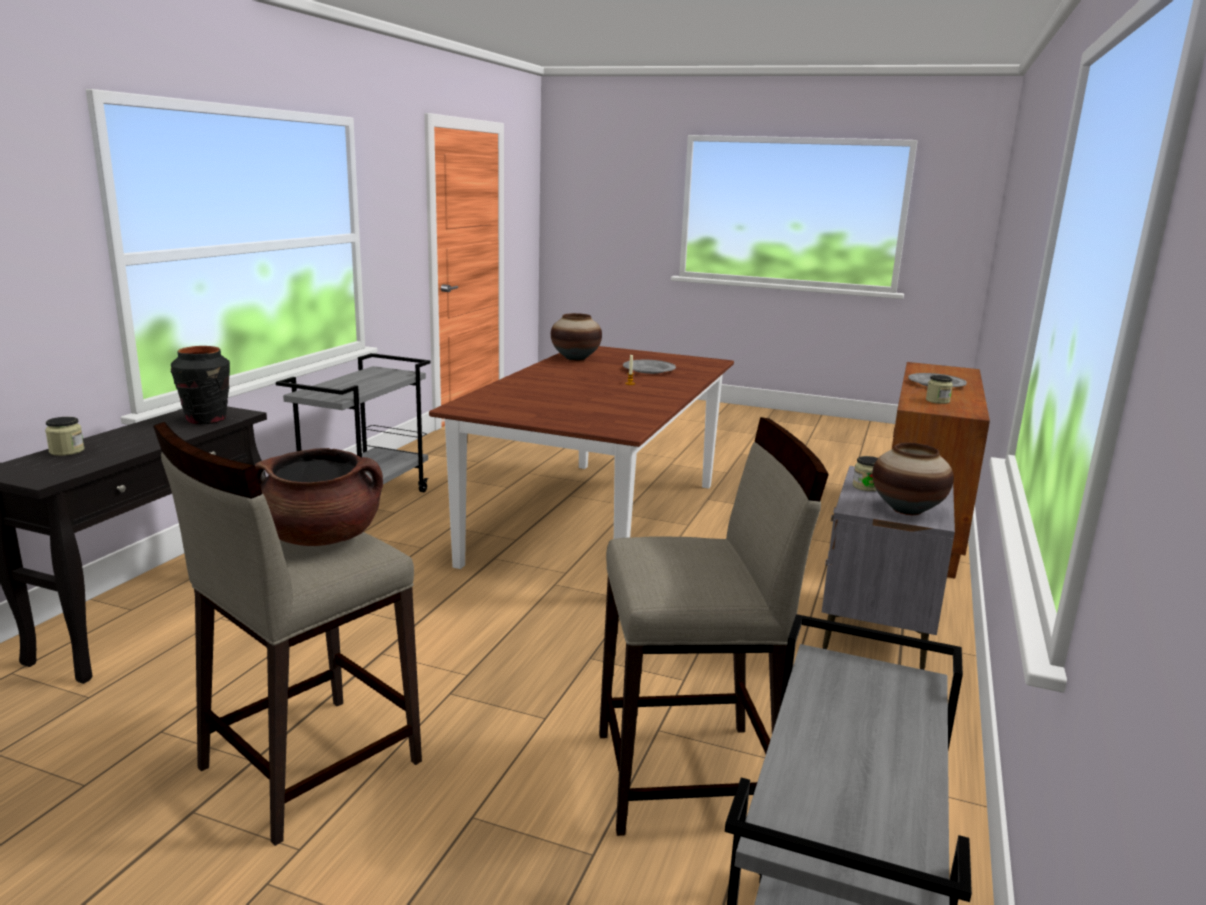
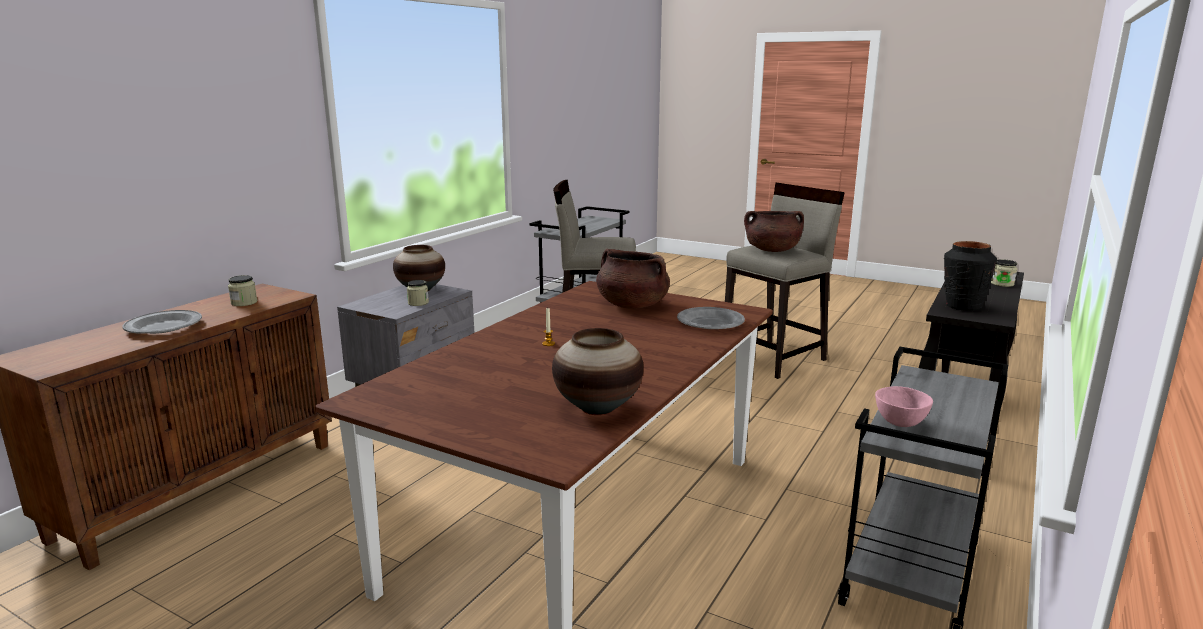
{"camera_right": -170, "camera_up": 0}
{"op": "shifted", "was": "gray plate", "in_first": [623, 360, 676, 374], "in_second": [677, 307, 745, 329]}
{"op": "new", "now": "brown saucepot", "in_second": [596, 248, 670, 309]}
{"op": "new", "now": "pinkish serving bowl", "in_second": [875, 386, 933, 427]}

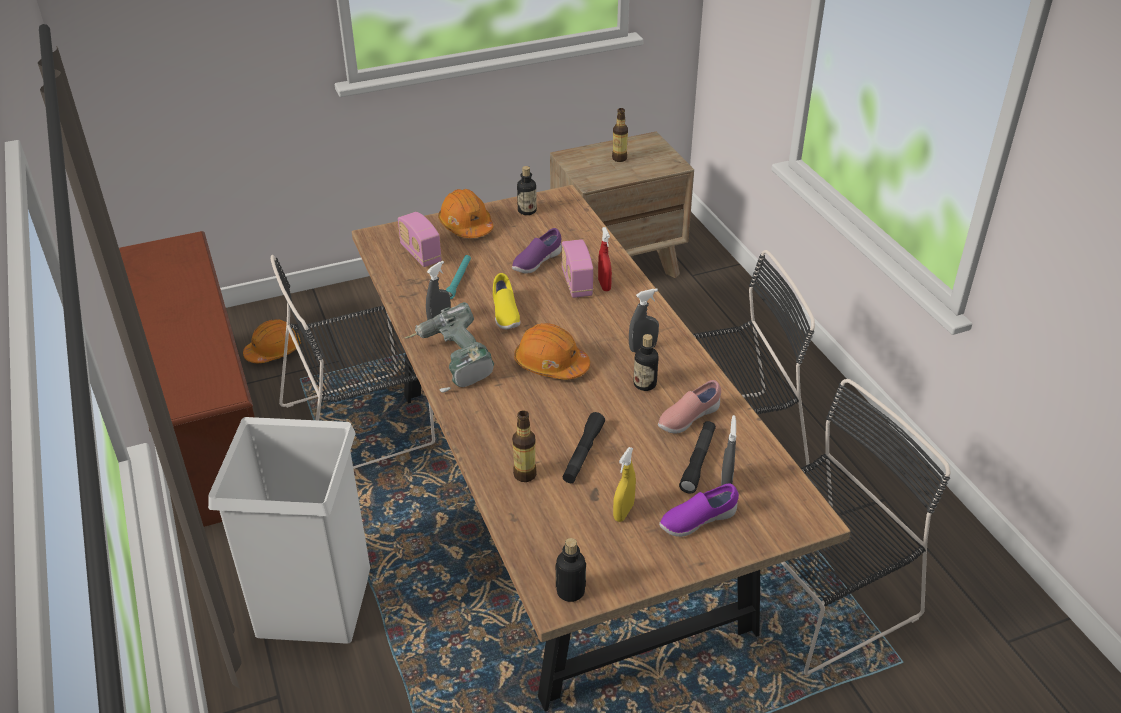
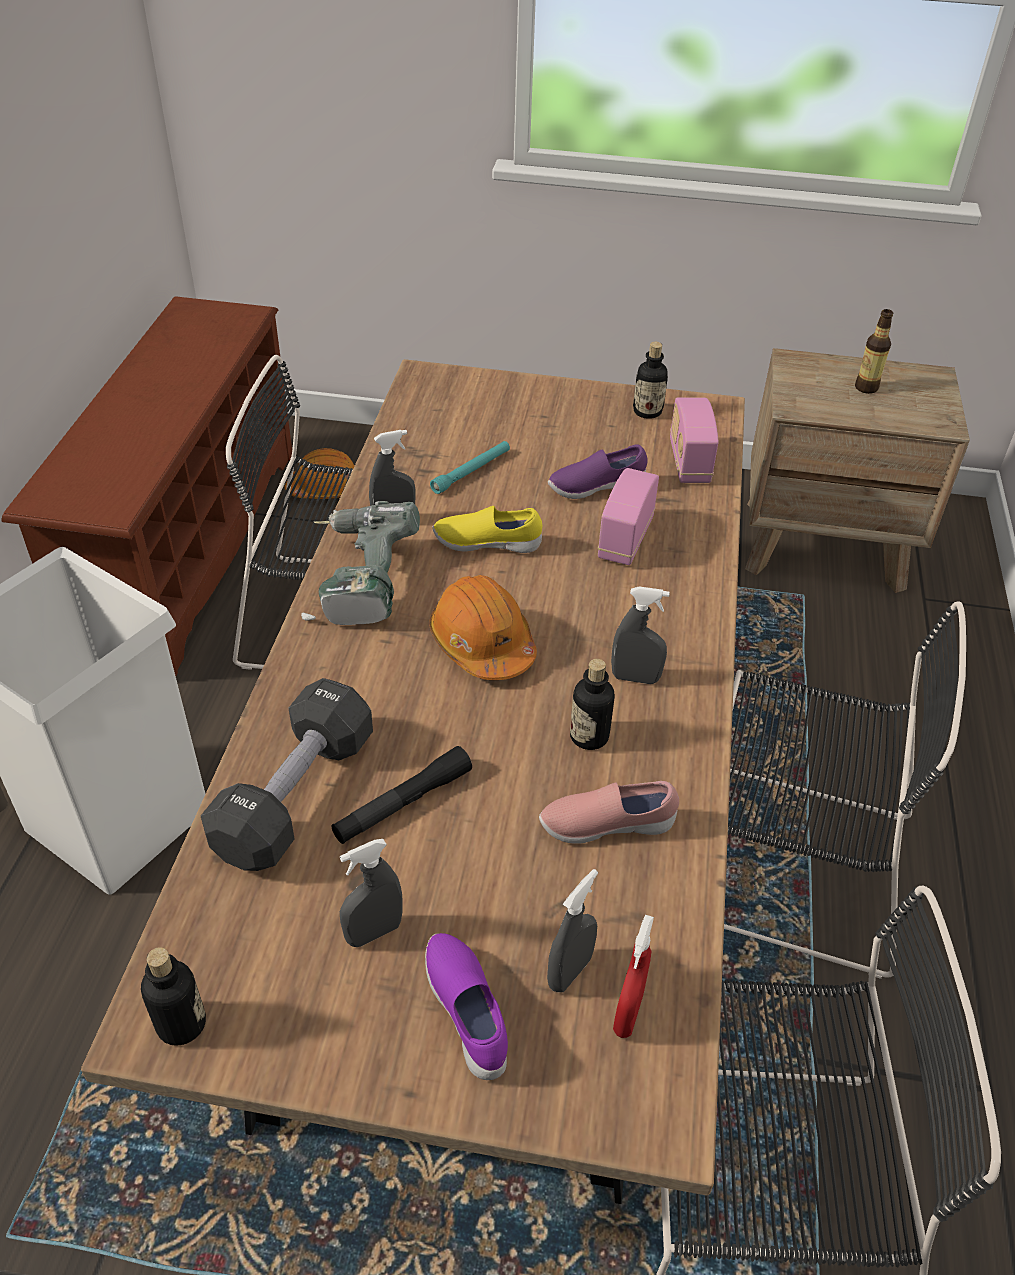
{"camera_right": 30, "camera_up": 5}
{"op": "shifted", "was": "radio", "in_first": [398, 212, 441, 267], "in_second": [670, 397, 718, 483]}
{"op": "gone", "was": "orangey hard hat", "in_first": [438, 189, 494, 238]}
{"op": "rotated", "was": "yellow-coloured item of footwear", "in_first": [493, 273, 521, 329], "in_second": [432, 506, 542, 553], "clockwise": 75}
{"op": "swapped", "was": "beverage bottle", "now": "blackish dumbbell", "in_first": [512, 411, 537, 482], "in_second": [201, 678, 373, 871]}
{"op": "shifted", "was": "red spray bottle", "in_first": [598, 227, 612, 291], "in_second": [613, 915, 654, 1038]}
{"op": "repainted", "was": "yellow-coloured spray bottle", "now": "gray spray bottle", "in_first": [613, 447, 636, 522], "in_second": [340, 839, 402, 947]}
{"op": "rotated", "was": "purplish item of footwear", "in_first": [659, 483, 739, 537], "in_second": [425, 933, 508, 1080], "clockwise": 60}
{"op": "gone", "was": "blackish hand torch", "in_first": [679, 421, 716, 493]}

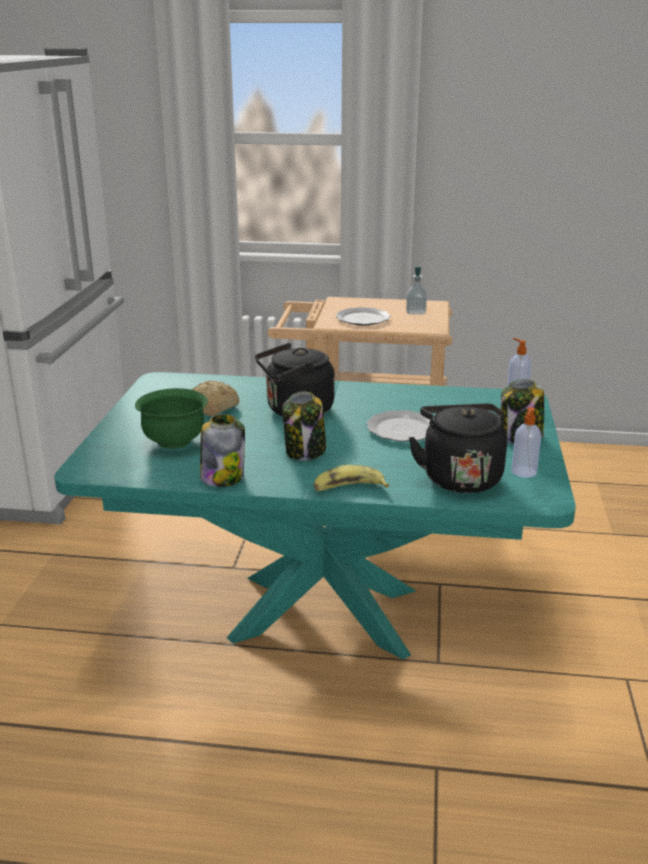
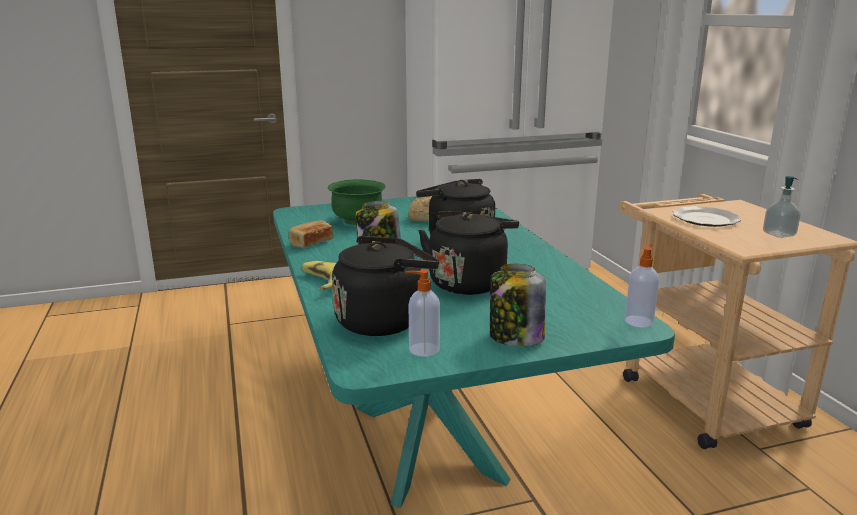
{"camera_right": 65, "camera_up": -5}
{"op": "swapped", "was": "storage jar", "now": "bread", "in_first": [200, 414, 245, 487], "in_second": [289, 221, 333, 248]}
{"op": "swapped", "was": "plate", "now": "blackish tea kettle", "in_first": [367, 410, 430, 442], "in_second": [419, 211, 519, 295]}

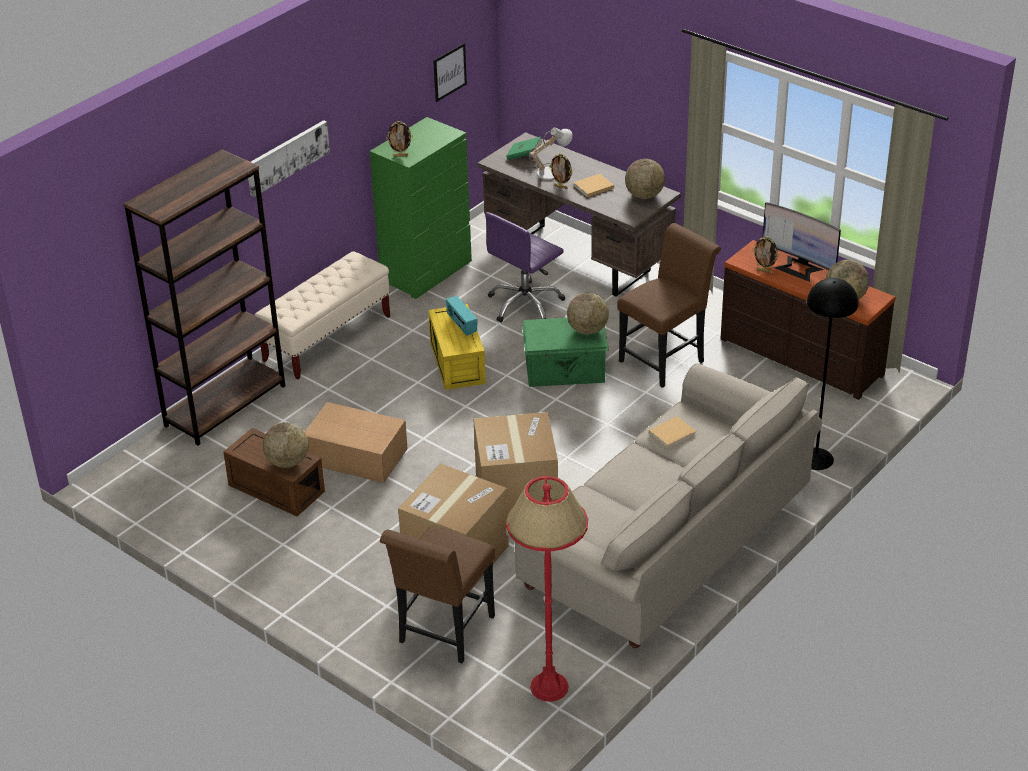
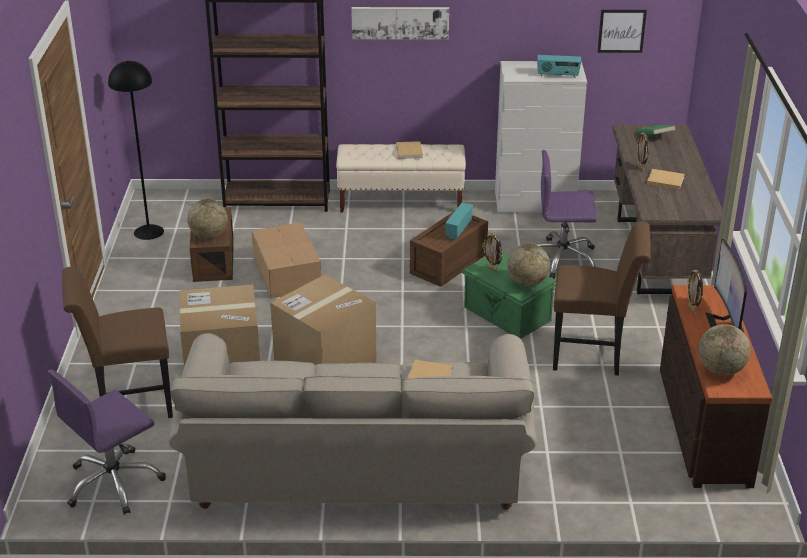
{"camera_right": 50, "camera_up": -5}
{"op": "repainted", "was": "greenish dresser", "now": "white dresser", "in_first": [369, 117, 472, 299], "in_second": [495, 61, 587, 213]}
{"op": "shifted", "was": "picture frame", "in_first": [386, 121, 413, 157], "in_second": [482, 234, 503, 272]}
{"op": "repainted", "was": "yellow-coloured storage container", "now": "brown storage container", "in_first": [428, 304, 486, 390], "in_second": [410, 212, 488, 287]}
{"op": "swapped", "was": "red floor lamp", "now": "purplish office chair", "in_first": [506, 476, 588, 702], "in_second": [48, 369, 166, 515]}
{"op": "gone", "was": "lamp for a table", "in_first": [526, 127, 573, 180]}
{"op": "gone", "was": "globe", "in_first": [625, 159, 665, 199]}
{"op": "shifted", "was": "blackish floor lamp", "in_first": [807, 278, 858, 470], "in_second": [108, 61, 164, 240]}
{"op": "new", "now": "beige-coloured bound book", "in_second": [396, 141, 423, 159]}
{"op": "new", "now": "radio", "in_second": [537, 55, 581, 78]}

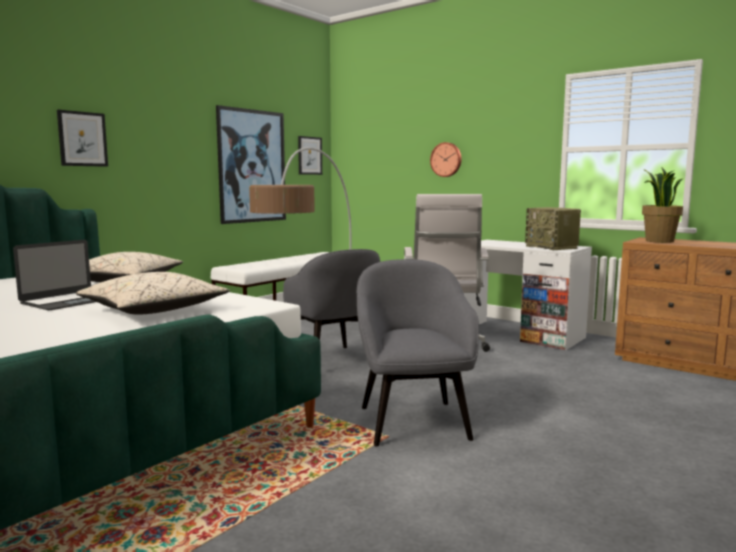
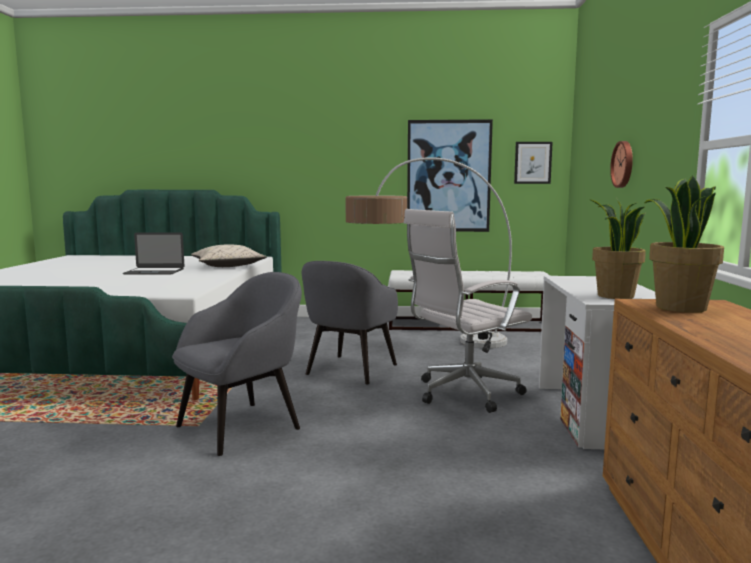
{"camera_right": 55, "camera_up": 0}
{"op": "gone", "was": "wall art", "in_first": [57, 110, 108, 167]}
{"op": "gone", "was": "beige-coloured pillow", "in_first": [76, 272, 230, 315]}
{"op": "swapped", "was": "radio", "now": "plant in a pot", "in_first": [525, 207, 581, 250], "in_second": [589, 197, 646, 299]}

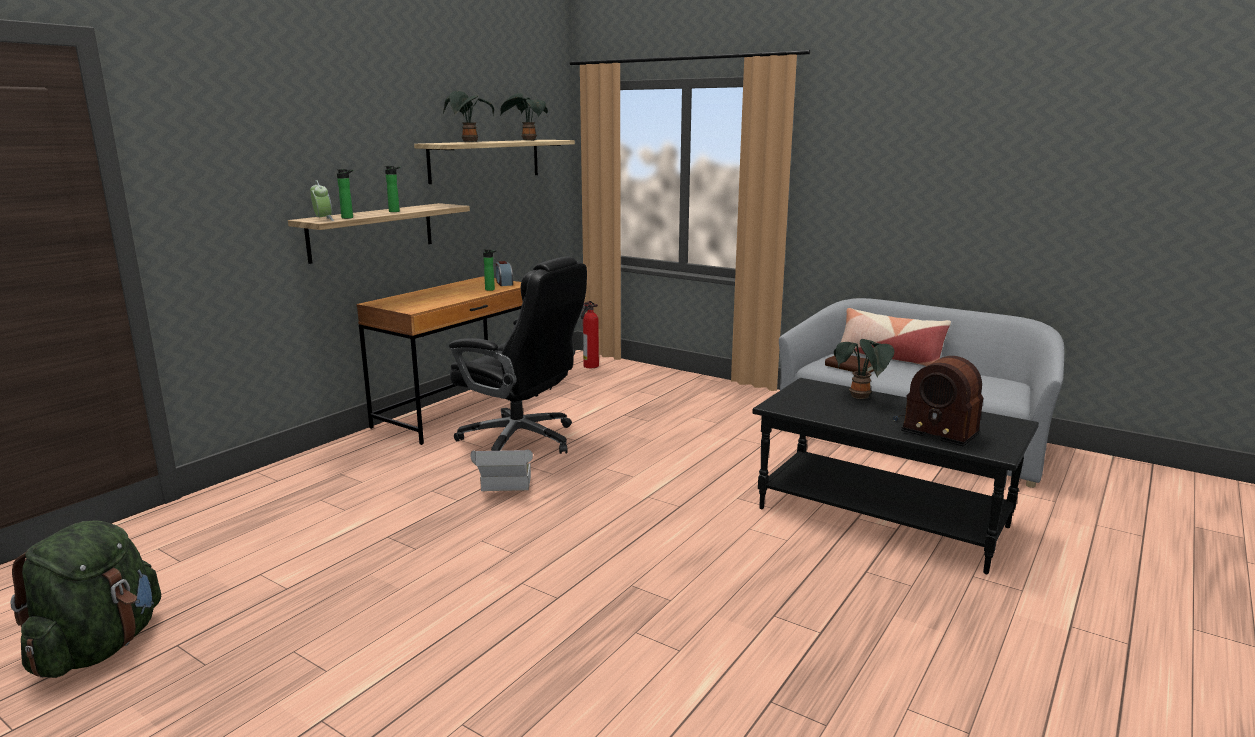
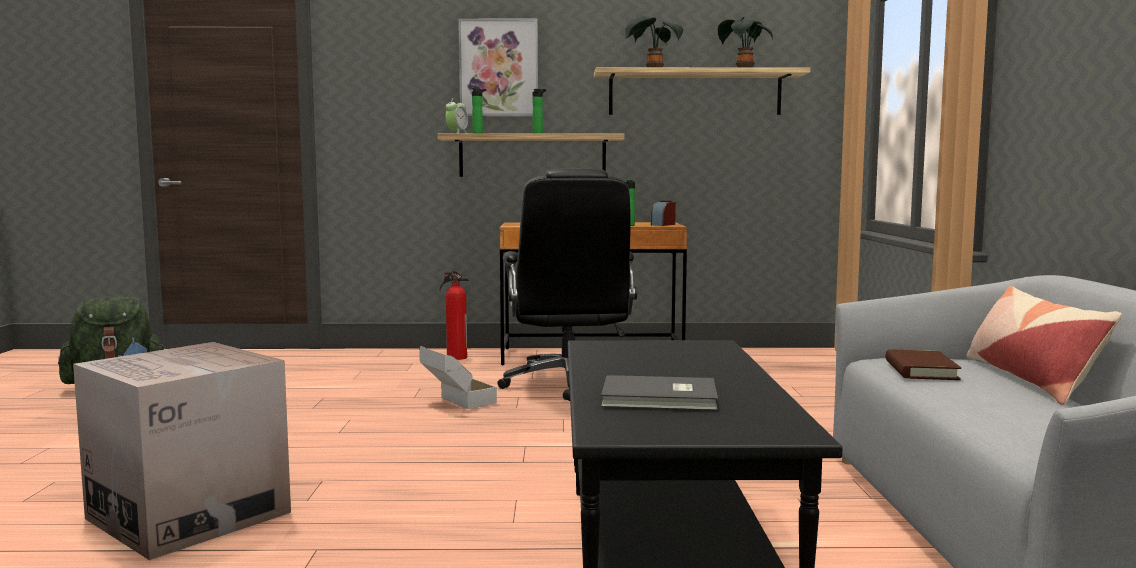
{"camera_right": 55, "camera_up": -10}
{"op": "shifted", "was": "fire-fighting cylinder", "in_first": [581, 301, 599, 368], "in_second": [439, 271, 469, 360]}
{"op": "gone", "was": "plant in a pot", "in_first": [834, 339, 894, 399]}
{"op": "swapped", "was": "radio", "now": "gray bound book", "in_first": [893, 356, 983, 446], "in_second": [601, 375, 718, 411]}
{"op": "new", "now": "packing box", "in_second": [73, 342, 291, 560]}
{"op": "new", "now": "wall art", "in_second": [458, 19, 538, 117]}

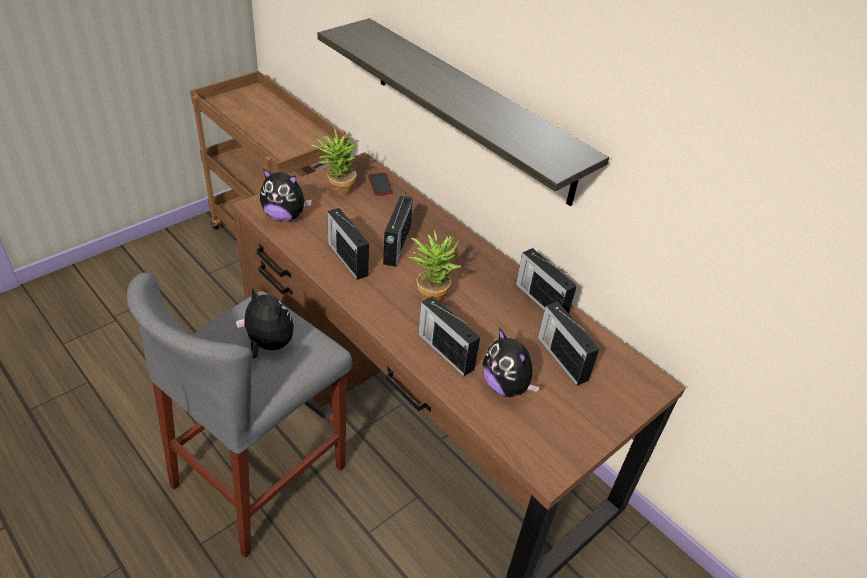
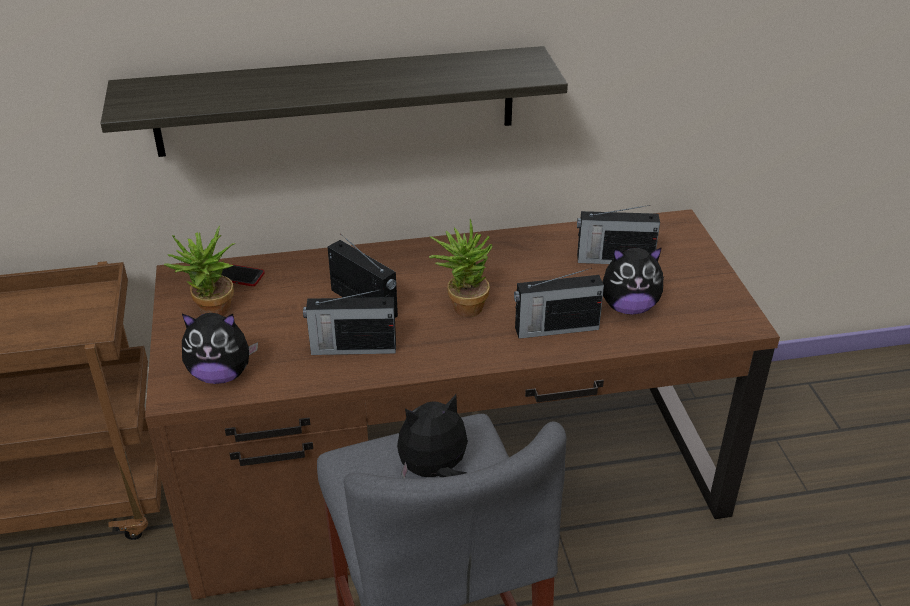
{"camera_right": -55, "camera_up": -5}
{"op": "rotated", "was": "soft toy", "in_first": [260, 168, 312, 221], "in_second": [182, 313, 258, 384], "clockwise": 45}
{"op": "gone", "was": "radio", "in_first": [516, 248, 577, 314]}

